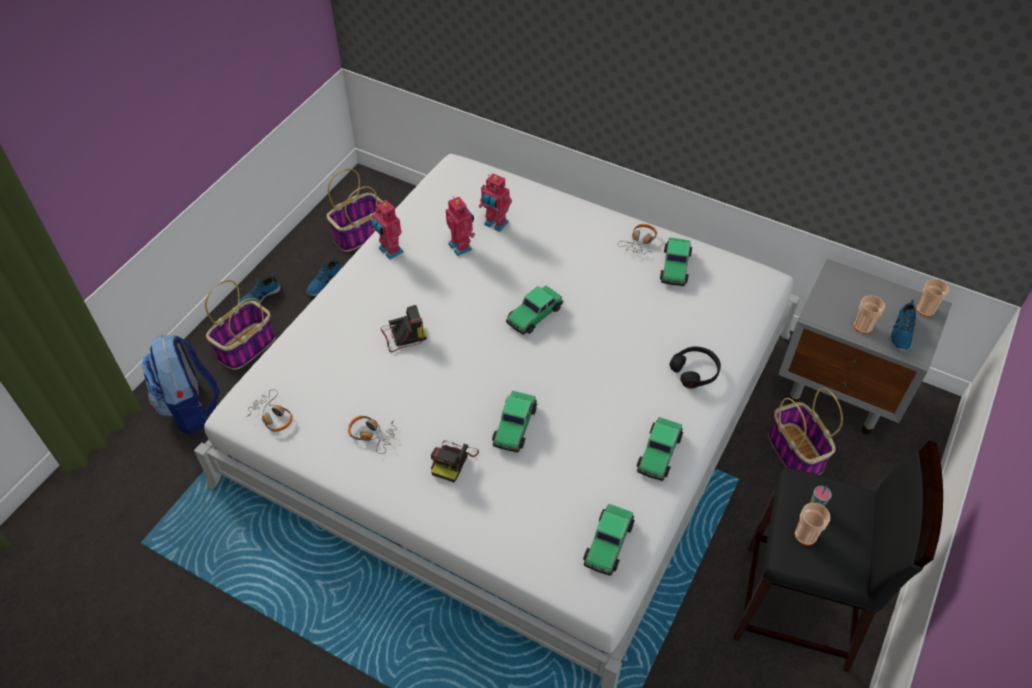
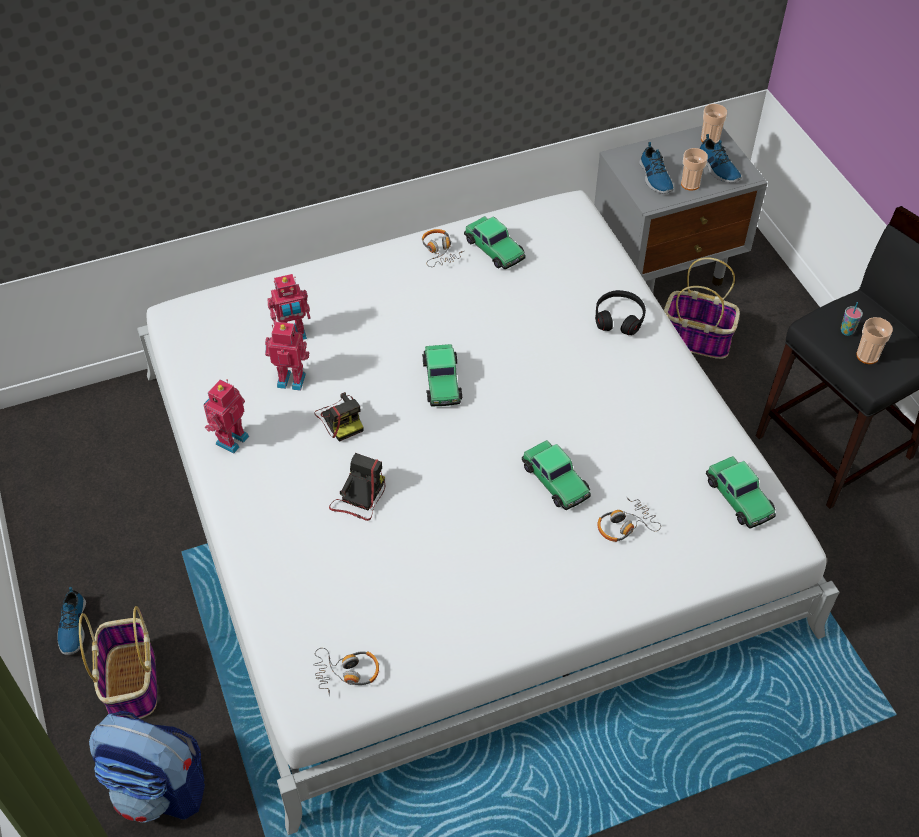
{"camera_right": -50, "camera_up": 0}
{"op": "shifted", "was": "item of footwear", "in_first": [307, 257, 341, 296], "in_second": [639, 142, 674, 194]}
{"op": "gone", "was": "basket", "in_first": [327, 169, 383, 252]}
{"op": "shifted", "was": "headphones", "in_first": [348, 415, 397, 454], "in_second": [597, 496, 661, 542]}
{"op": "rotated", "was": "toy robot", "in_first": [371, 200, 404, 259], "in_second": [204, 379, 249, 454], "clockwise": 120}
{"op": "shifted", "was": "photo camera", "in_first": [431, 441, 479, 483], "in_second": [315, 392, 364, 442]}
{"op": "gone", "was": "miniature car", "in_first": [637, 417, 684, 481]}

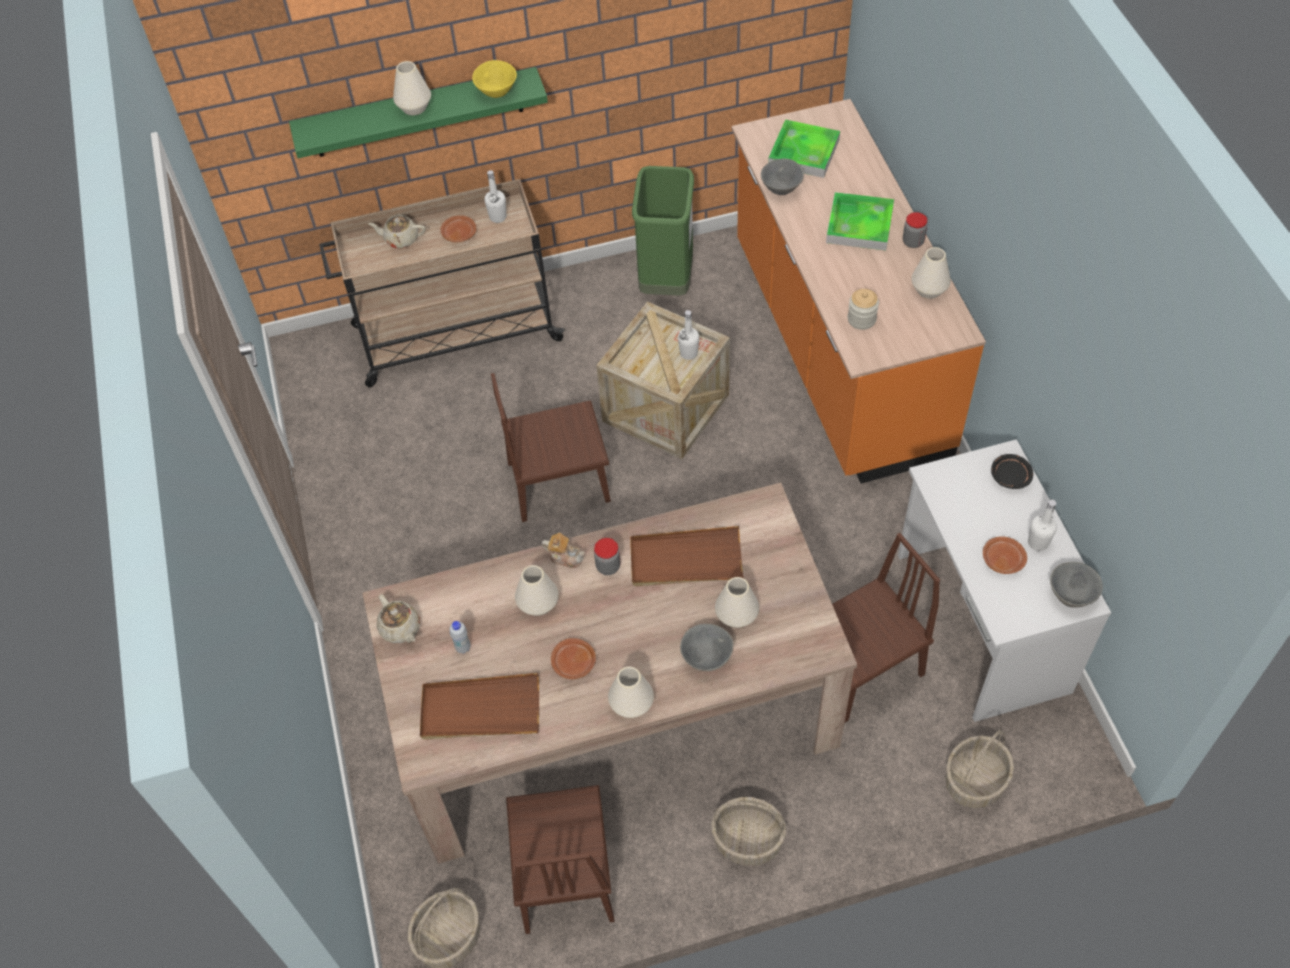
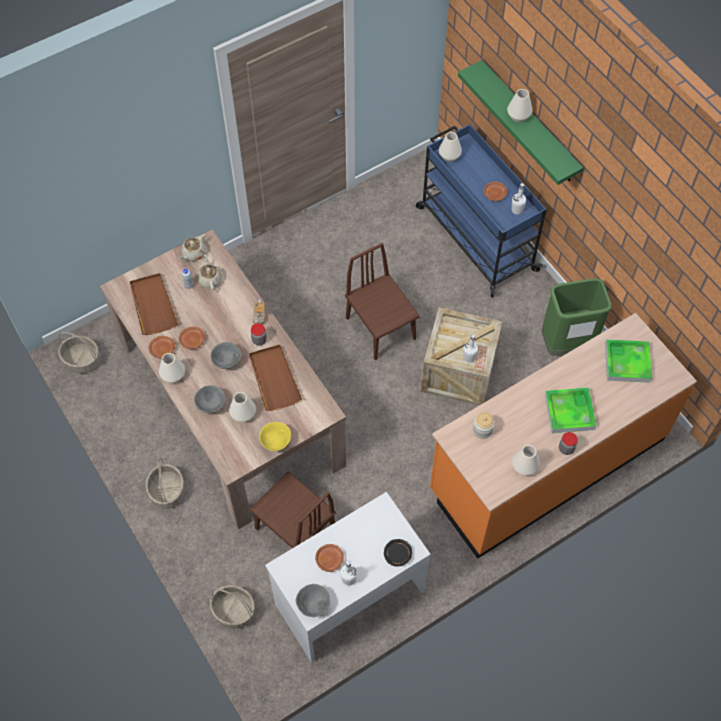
{"camera_right": 70, "camera_up": 5}
{"op": "repainted", "was": "beige-coloured trolley", "now": "bluish trolley", "in_first": [319, 179, 565, 388], "in_second": [416, 124, 547, 297]}
{"op": "shifted", "was": "beige-coloured tea pot", "in_first": [368, 215, 426, 248], "in_second": [198, 255, 222, 290]}
{"op": "shifted", "was": "yellow-coloured serving bowl", "in_first": [472, 60, 517, 98], "in_second": [259, 422, 291, 451]}
{"op": "gone", "was": "brown plain chair", "in_first": [506, 785, 615, 934]}
{"op": "shifted", "was": "white vase", "in_first": [515, 565, 559, 616], "in_second": [439, 132, 462, 162]}
{"op": "shifted", "was": "gray serving bowl", "in_first": [761, 159, 804, 195], "in_second": [211, 342, 242, 369]}
{"op": "new", "now": "brown plate", "in_second": [149, 336, 175, 359]}

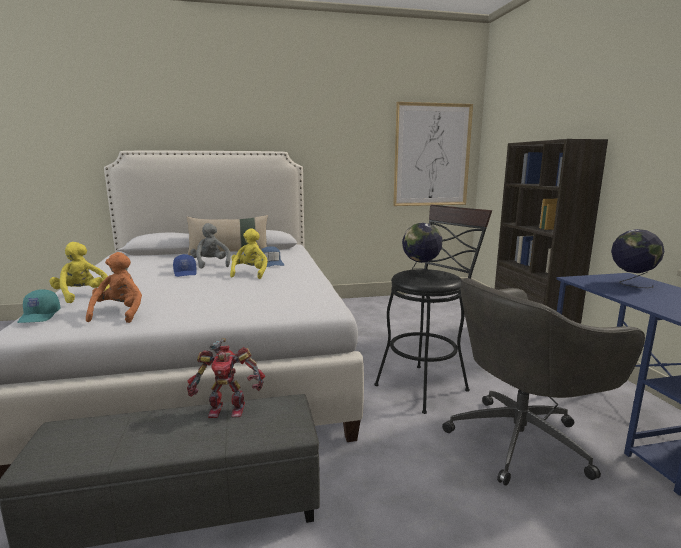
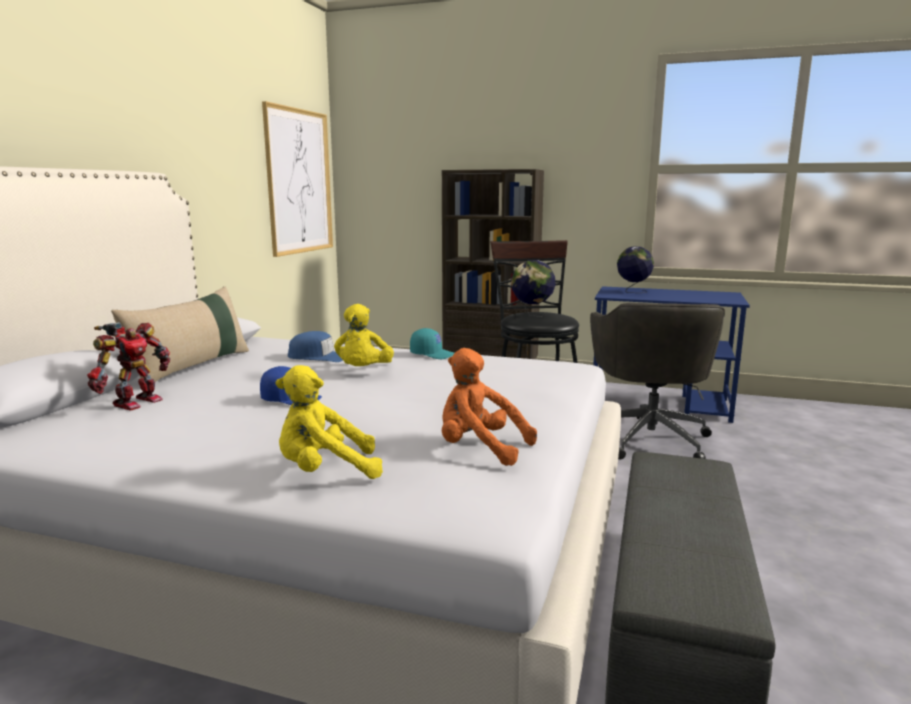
{"camera_right": -60, "camera_up": 0}
{"op": "shifted", "was": "turquoise cap", "in_first": [17, 289, 60, 323], "in_second": [410, 328, 454, 359]}
{"op": "shifted", "was": "toy robot", "in_first": [187, 338, 265, 418], "in_second": [87, 322, 170, 411]}
{"op": "gone", "was": "gray soft toy", "in_first": [190, 223, 231, 268]}
{"op": "rotated", "was": "yellow-coloured soft toy", "in_first": [230, 228, 268, 279], "in_second": [334, 304, 394, 366], "clockwise": -120}

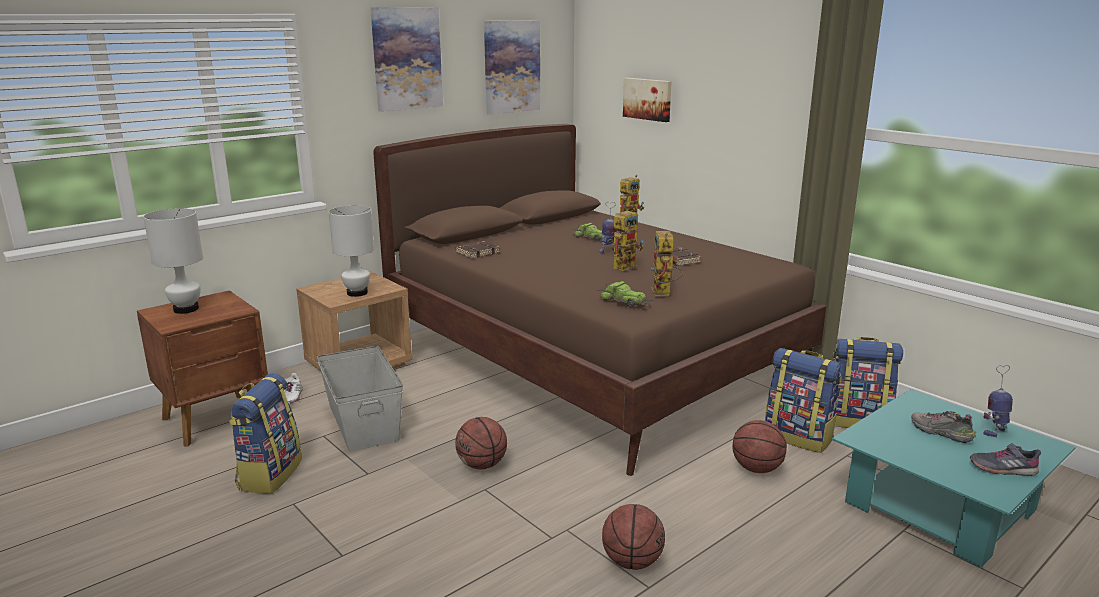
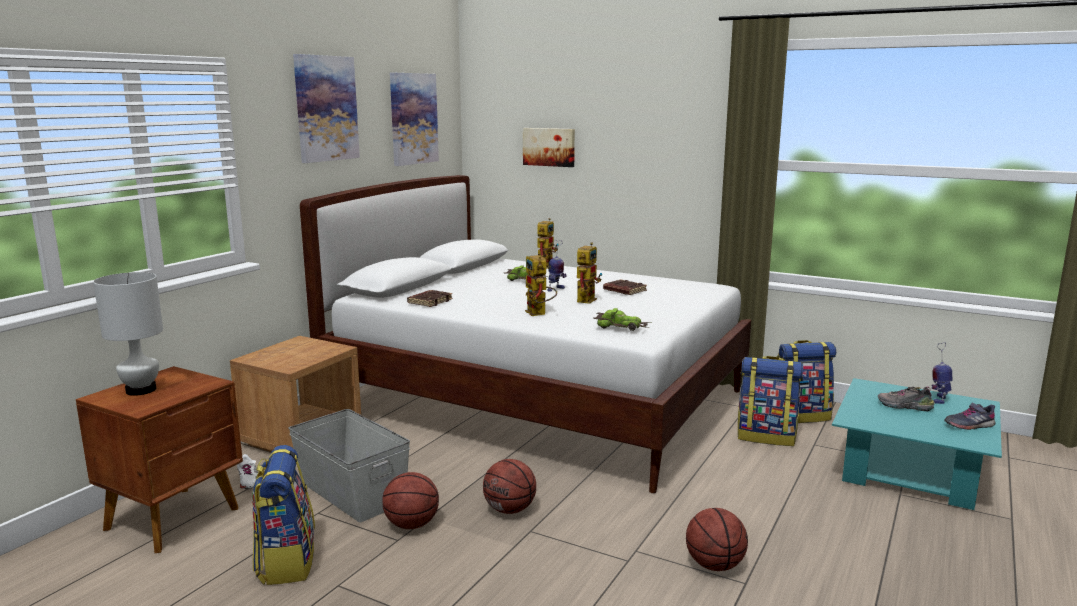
{"camera_right": -20, "camera_up": -5}
{"op": "gone", "was": "white lamp for a table", "in_first": [329, 206, 374, 297]}
{"op": "repainted", "was": "brown bed", "now": "white bed", "in_first": [373, 124, 826, 476], "in_second": [300, 175, 751, 493]}
{"op": "shifted", "was": "toy robot", "in_first": [651, 231, 683, 296], "in_second": [525, 255, 557, 316]}
{"op": "shifted", "was": "basketball", "in_first": [732, 420, 787, 473], "in_second": [382, 472, 439, 529]}

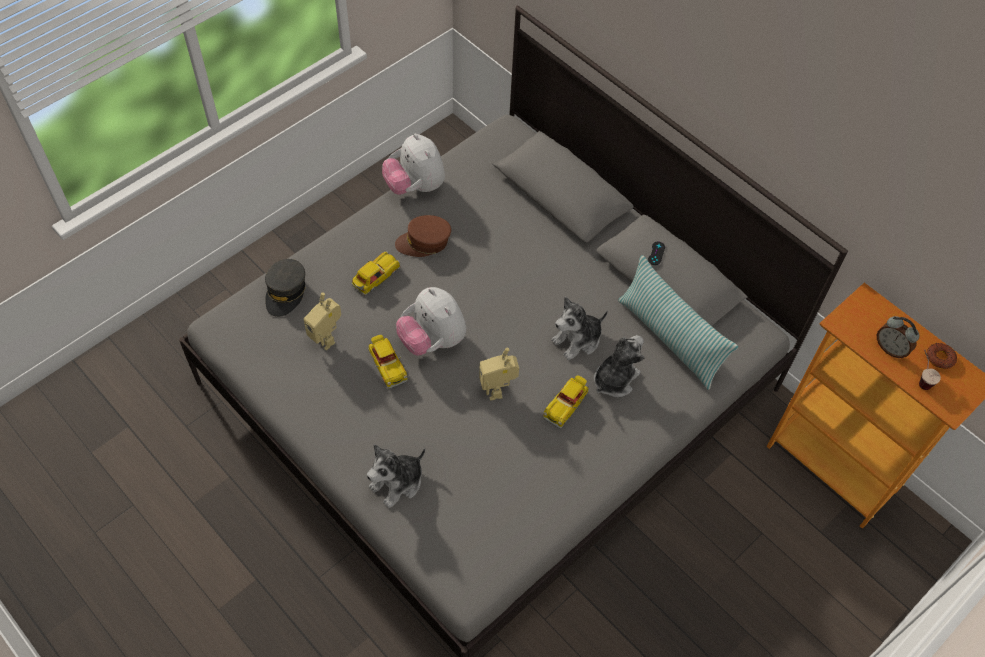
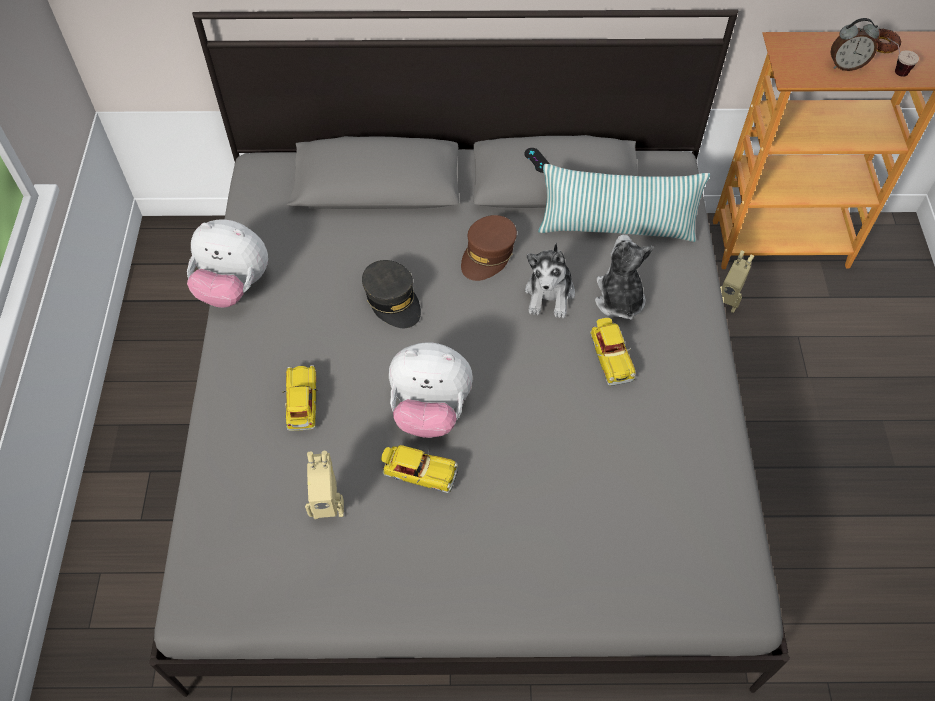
{"camera_right": -45, "camera_up": 0}
{"op": "shifted", "was": "gray cap", "in_first": [265, 259, 306, 317], "in_second": [362, 260, 421, 328]}
{"op": "gone", "was": "soft toy", "in_first": [367, 444, 425, 508]}
{"op": "shifted", "was": "brown cap", "in_first": [395, 215, 451, 257], "in_second": [461, 215, 517, 281]}
{"op": "shifted", "was": "toy robot", "in_first": [479, 348, 519, 401], "in_second": [720, 251, 754, 313]}

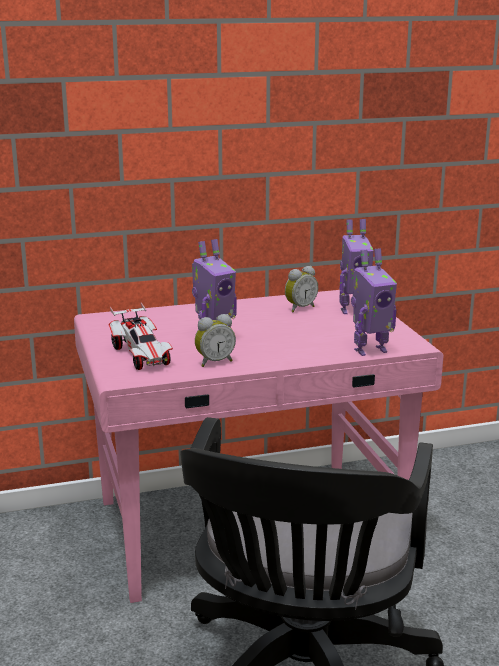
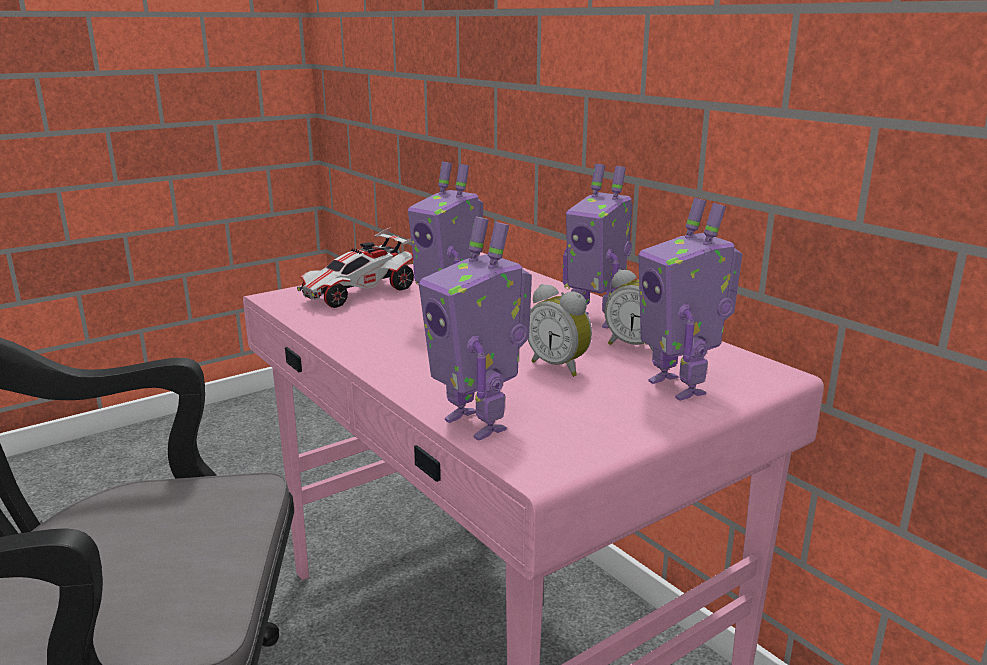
{"camera_right": 70, "camera_up": 0}
{"op": "shifted", "was": "alarm clock", "in_first": [195, 314, 236, 367], "in_second": [528, 284, 592, 377]}
{"op": "new", "now": "toy robot", "in_second": [563, 164, 633, 329]}

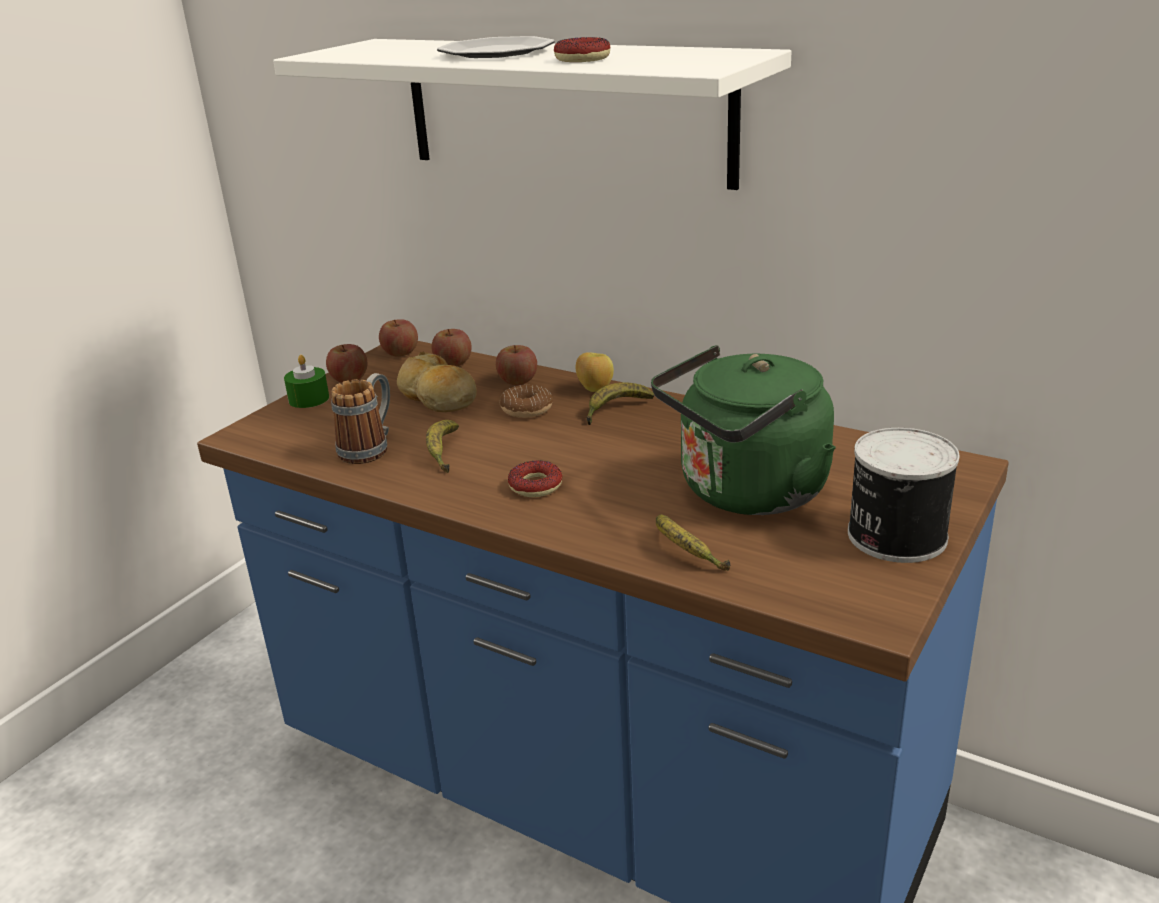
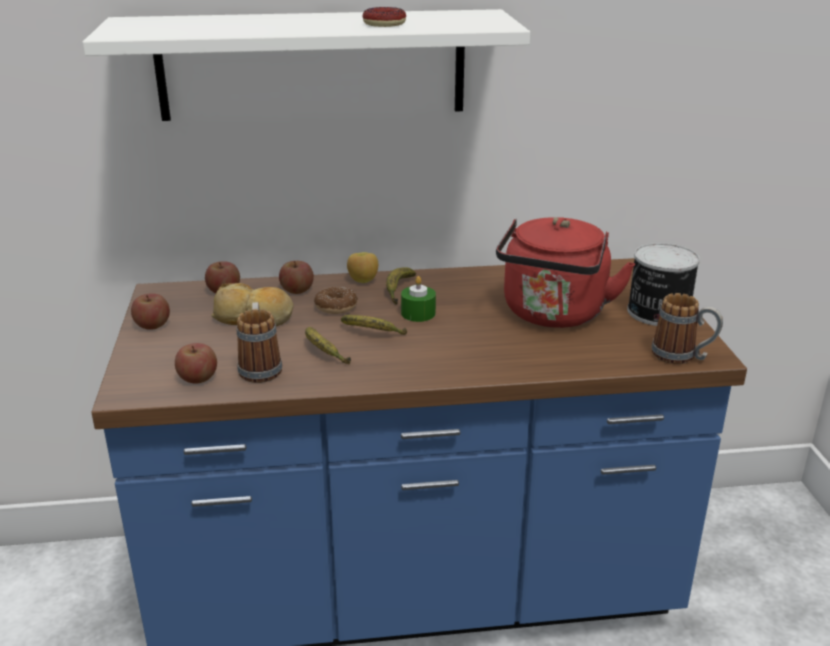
{"camera_right": -40, "camera_up": 0}
{"op": "shifted", "was": "greenish wax candle", "in_first": [284, 355, 329, 408], "in_second": [401, 276, 436, 322]}
{"op": "shifted", "was": "apple", "in_first": [379, 319, 418, 357], "in_second": [175, 343, 217, 384]}
{"op": "gone", "was": "plate", "in_first": [437, 36, 555, 58]}
{"op": "gone", "was": "donut", "in_first": [508, 460, 563, 497]}
{"op": "repainted", "was": "greenish tea kettle", "now": "red tea kettle", "in_first": [651, 345, 836, 515], "in_second": [496, 217, 635, 328]}
{"op": "shifted", "was": "banana", "in_first": [656, 514, 730, 571], "in_second": [341, 315, 407, 335]}
{"op": "new", "now": "coffee mug", "in_second": [651, 293, 723, 364]}

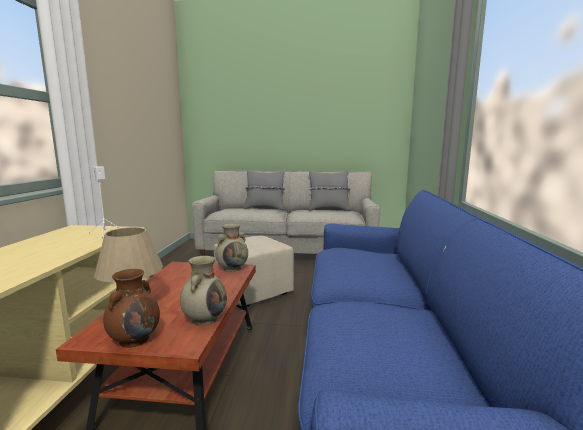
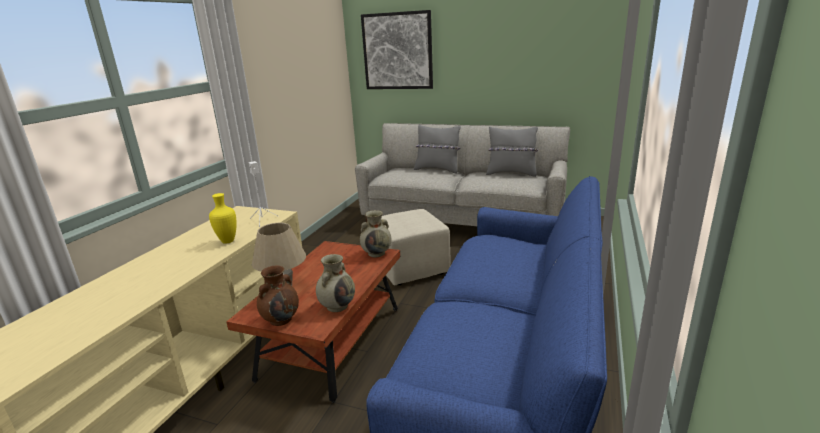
{"camera_right": 15, "camera_up": 10}
{"op": "new", "now": "yellow-coloured vase", "in_second": [209, 193, 237, 244]}
{"op": "new", "now": "wall art", "in_second": [361, 10, 433, 89]}

